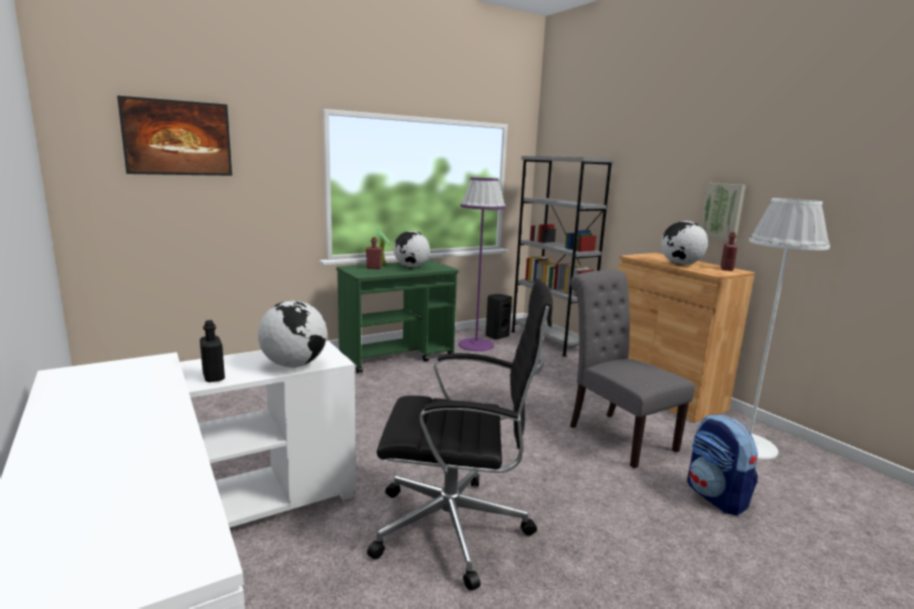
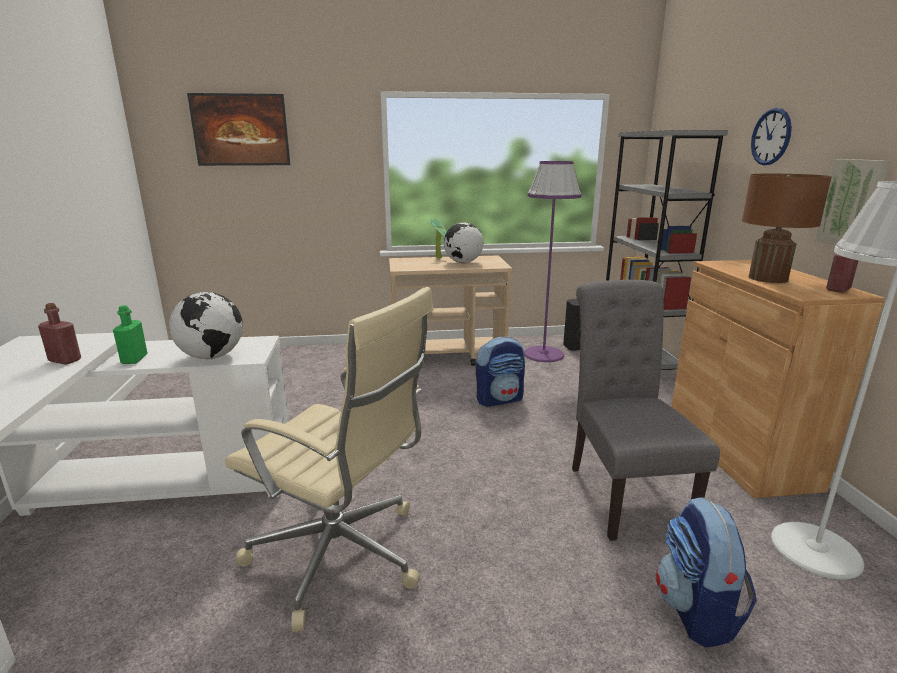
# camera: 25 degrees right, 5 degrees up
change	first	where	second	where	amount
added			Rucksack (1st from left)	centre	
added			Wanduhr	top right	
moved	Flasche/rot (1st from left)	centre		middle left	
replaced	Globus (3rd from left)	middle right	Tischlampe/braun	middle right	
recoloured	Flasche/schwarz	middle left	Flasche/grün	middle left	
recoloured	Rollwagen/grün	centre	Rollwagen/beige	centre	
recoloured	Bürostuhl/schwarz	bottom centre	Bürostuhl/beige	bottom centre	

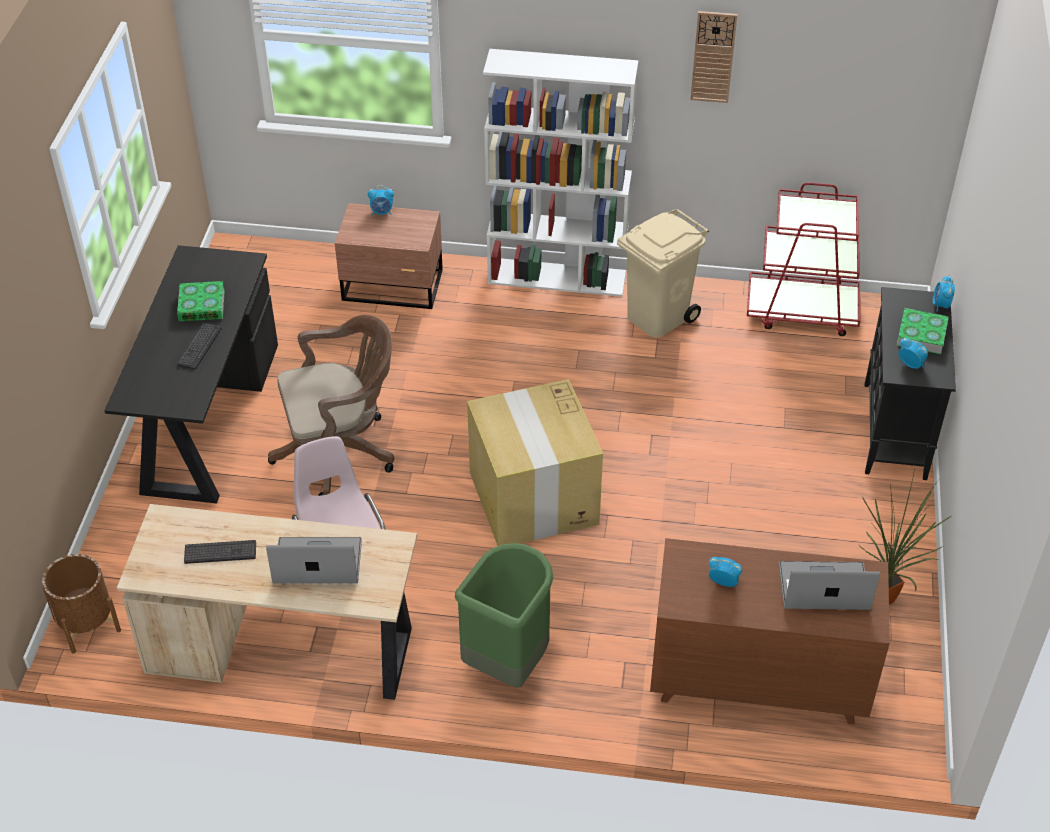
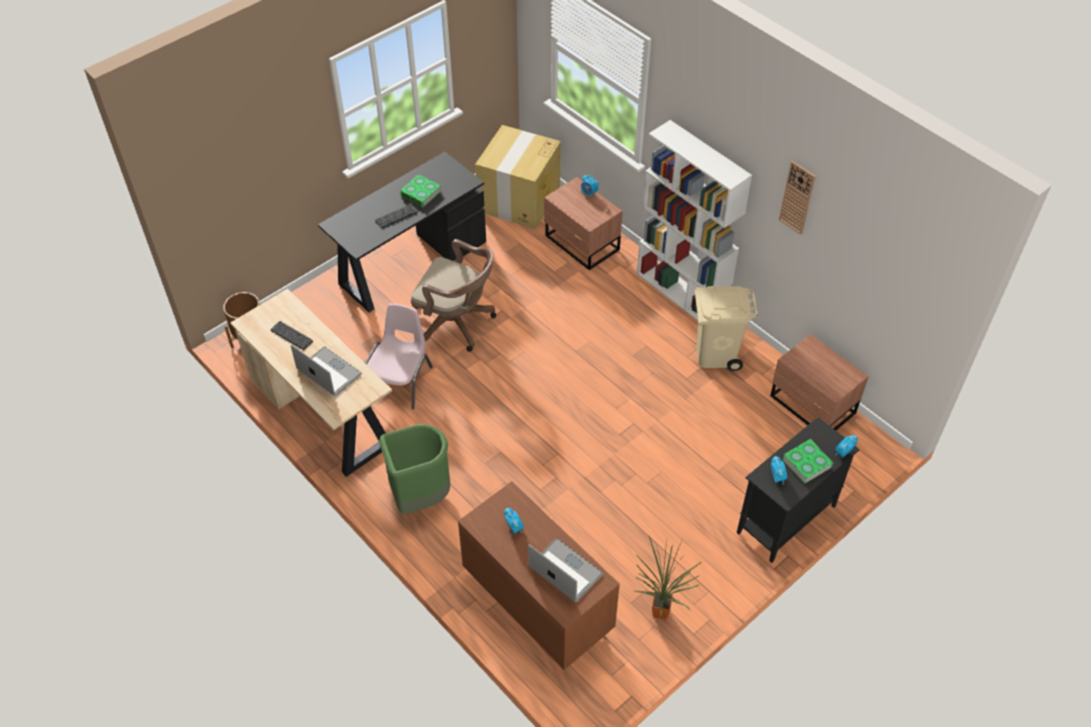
# camera: 40 degrees right, 5 degrees up
change	first	where	second	where	amount
moved	Karton	centre		top centre	
replaced	Rollwagen/rot	top right	Nachttisch/braun (2nd from left)	middle right	

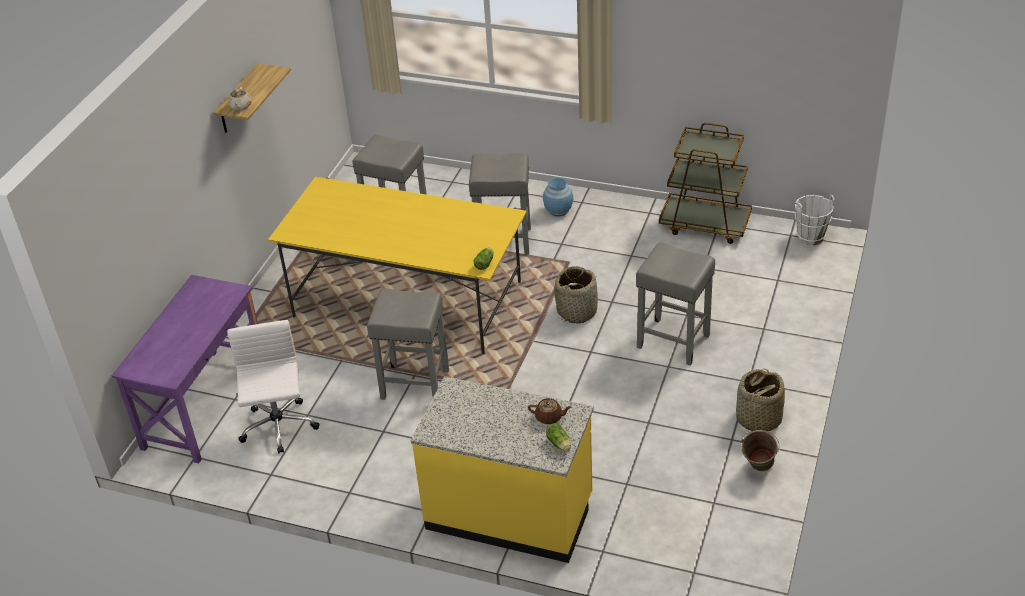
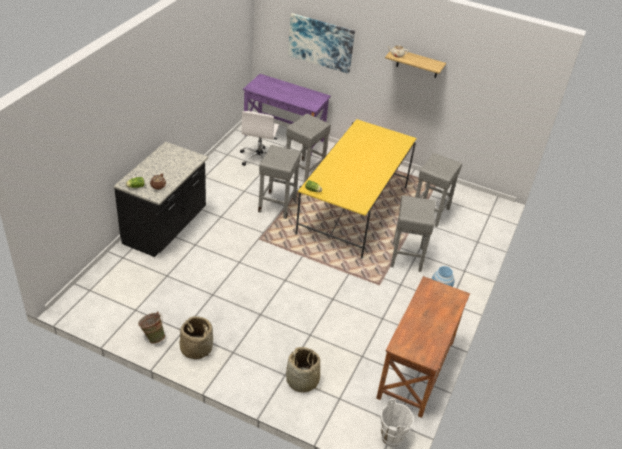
# camera: 90 degrees right, 0 degrees up
change	first	where	second	where	amount
added			Bild	top centre	
moved	Korb (1st from left in the first image)	centre	Korb (2nd from left)	bottom centre	
moved	Hocker/grau (4th from left in the first image)	centre	Hocker/grau (2nd from left)	top centre	
replaced	Rollwagen/braun	top right	Schreibtisch/braun	bottom right	
recoloured	Küchenzeile/gelb	bottom centre	Küchenzeile/schwarz	middle left	
turned	Bürostuhl/weiß	middle left		top centre	105 degrees clockwise

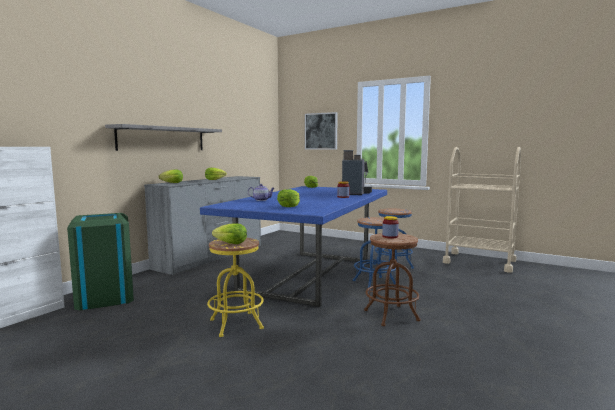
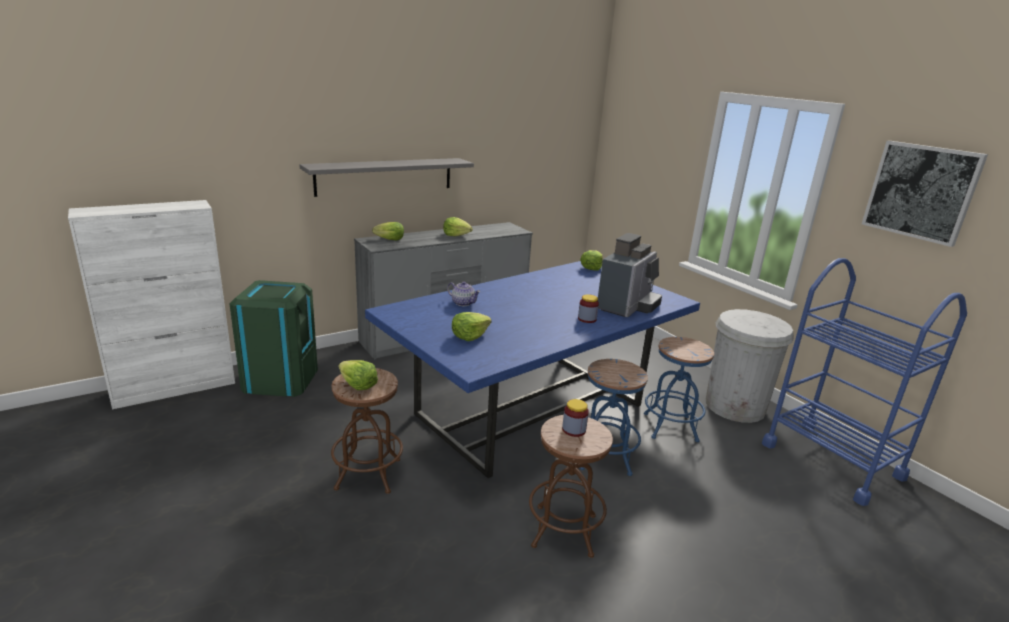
# camera: 25 degrees right, 15 degrees up
change	first	where	second	where	amount
added			Mülleimer/weiß	middle right	
moved	Bild	top centre		top right	
recoloured	Hocker/gelb	bottom centre	Hocker/braun (1st from left)	bottom centre	
recoloured	Rollwagen/beige	middle right	Rollwagen/blau	middle right	

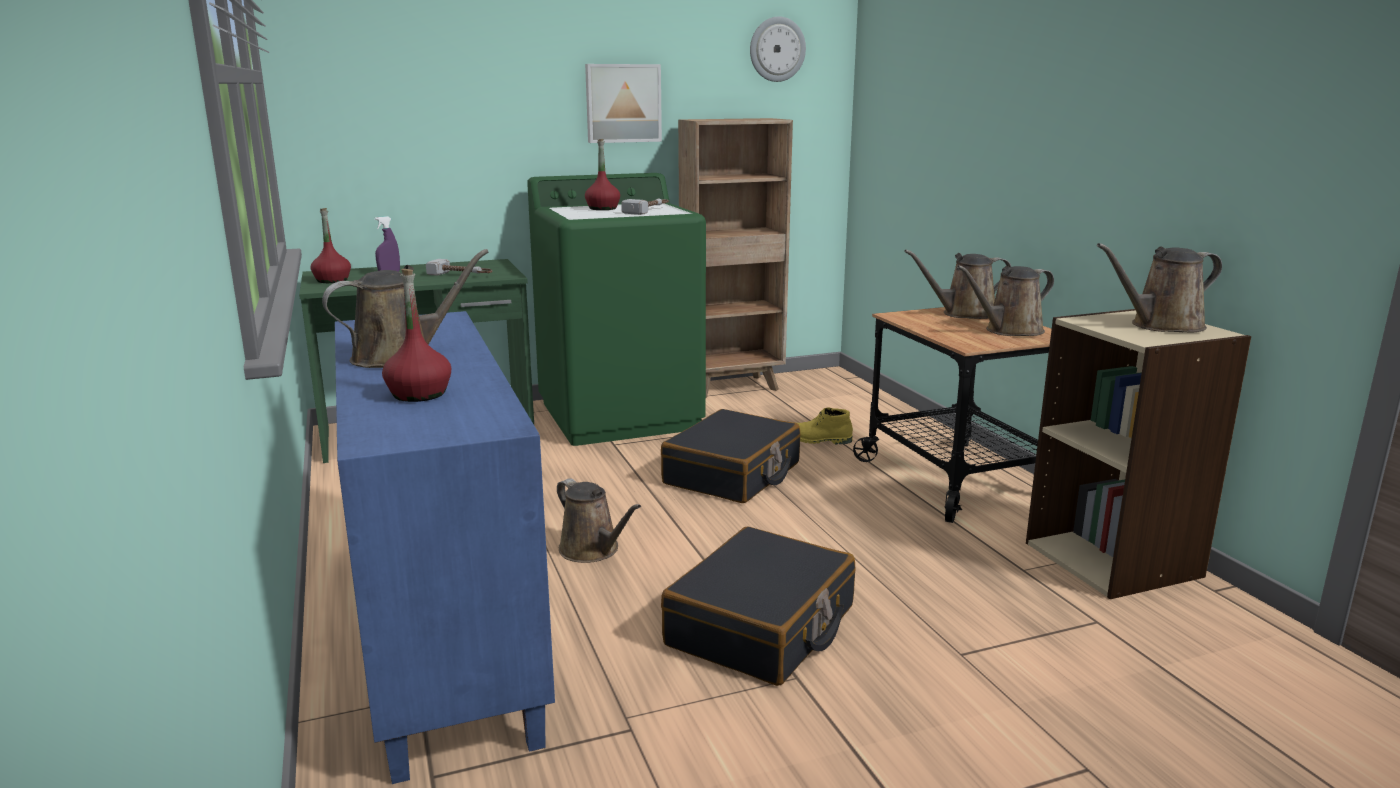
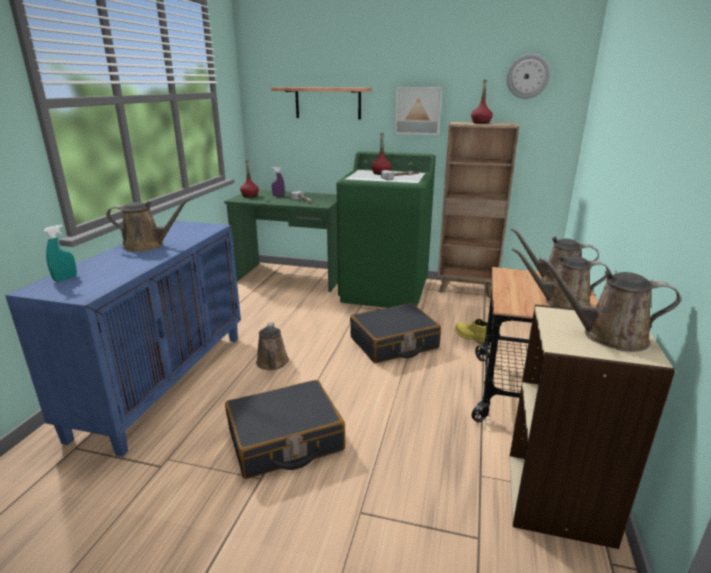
# camera: 35 degrees right, 5 degrees up
change	first	where	second	where	amount
added			Sprühflasche/türkis	middle left	
added			Wandregal	top centre	
moved	Flasche/rot (2nd from left in the first image)	middle left	Flasche/rot (3rd from left)	top right	

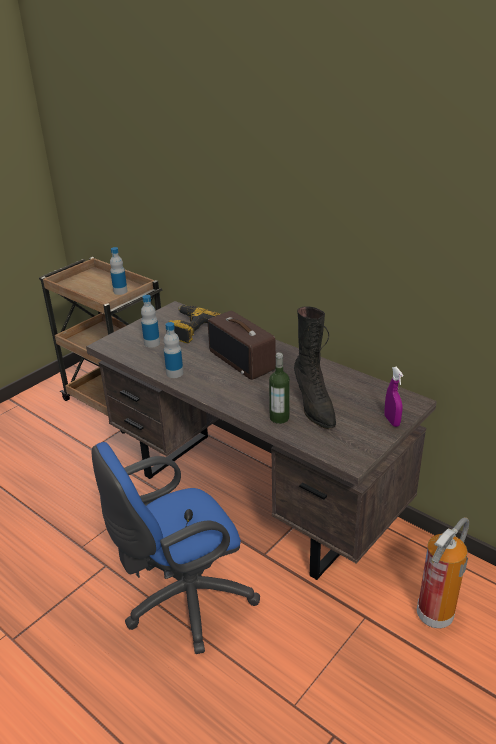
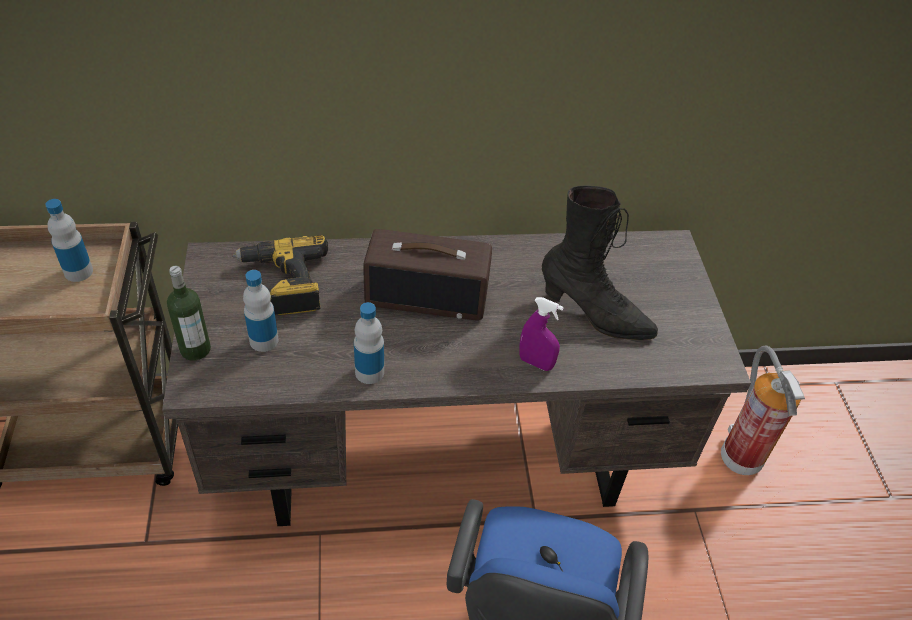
# camera: 50 degrees left, 15 degrees up
change	first	where	second	where	amount
moved	Flasche (4th from left in the first image)	centre	Flasche (2nd from left)	middle left	
moved	Sprühflasche/lila	middle right		centre	

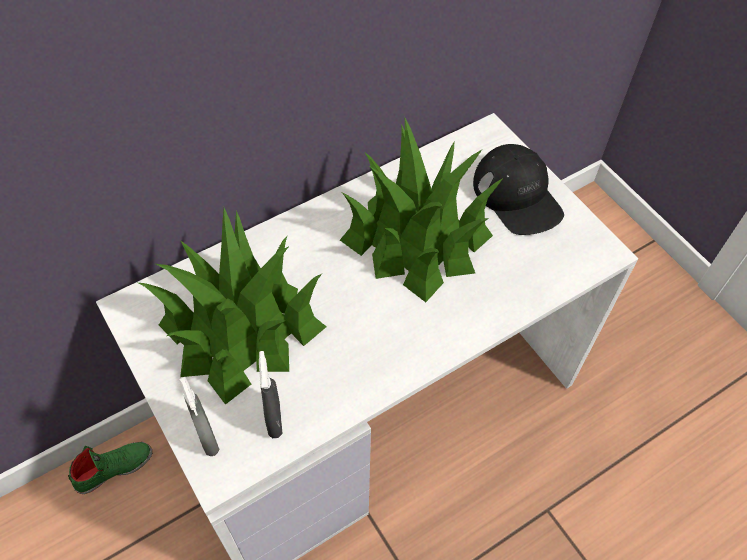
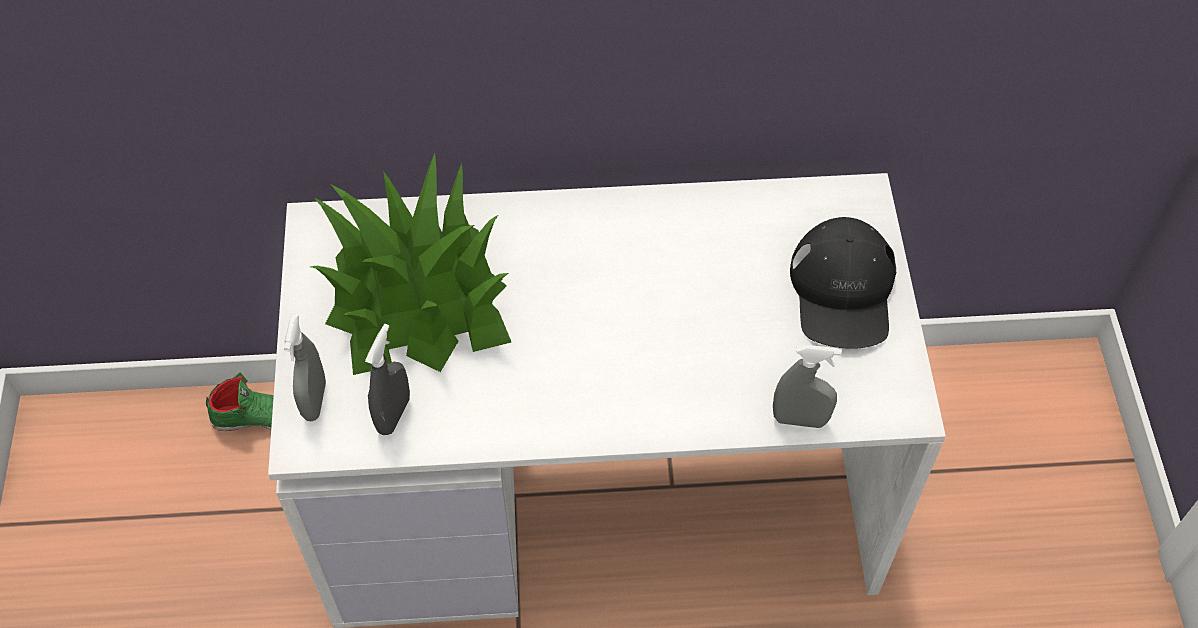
# camera: 30 degrees right, 0 degrees up
change	first	where	second	where	amount
removed	Topfpflanze (2nd from left)	centre			
added			Sprühflasche/grau (3rd from left)	middle right	

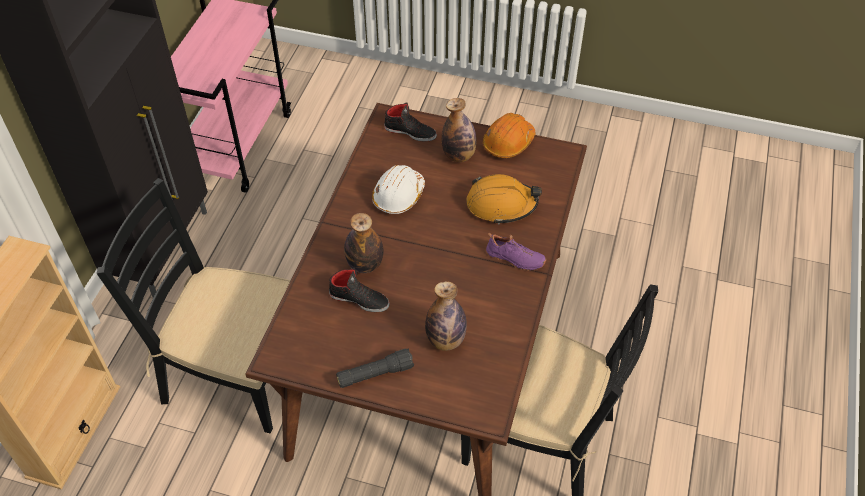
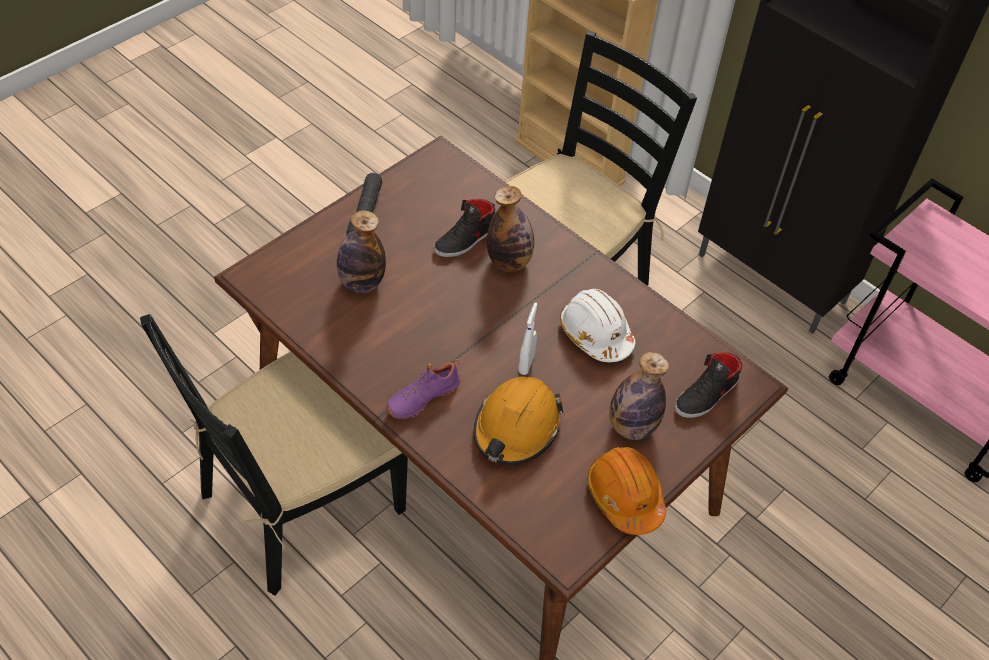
# camera: 115 degrees right, 0 degrees up
change	first	where	second	where	amount
added			Sprühflasche/weiß	centre	

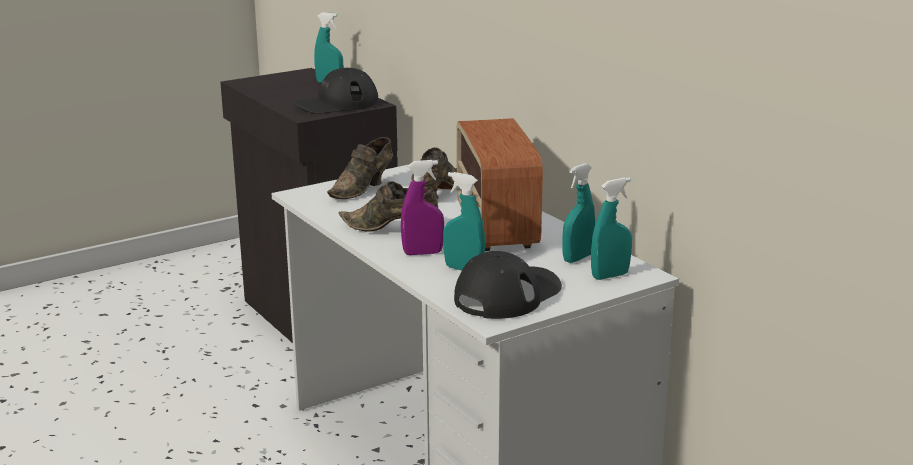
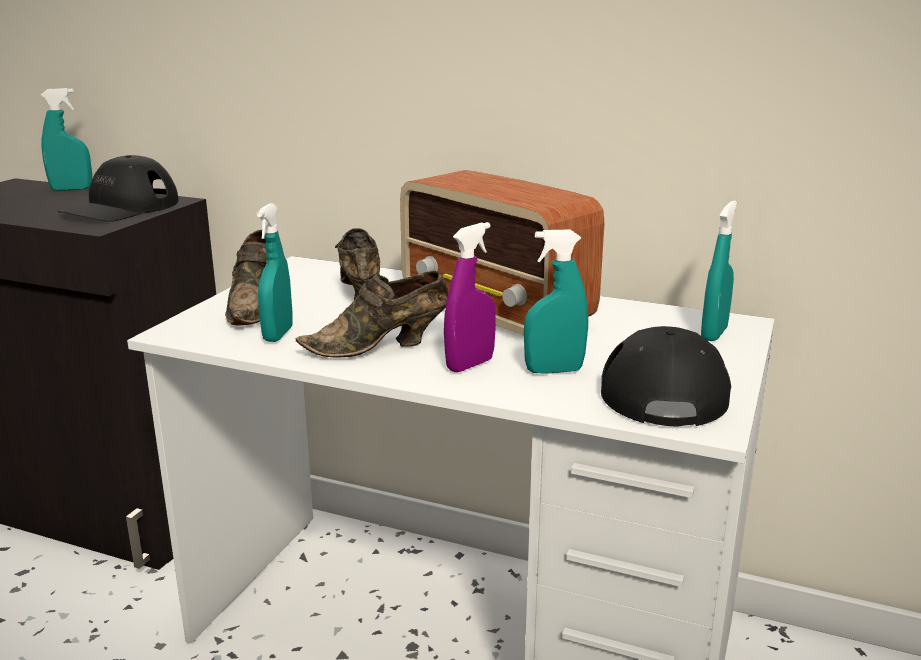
# camera: 35 degrees left, 0 degrees up
change	first	where	second	where	amount
moved	Sprühflasche/türkis (3rd from left in the first image)	centre	Sprühflasche/türkis (2nd from left)	middle left	

